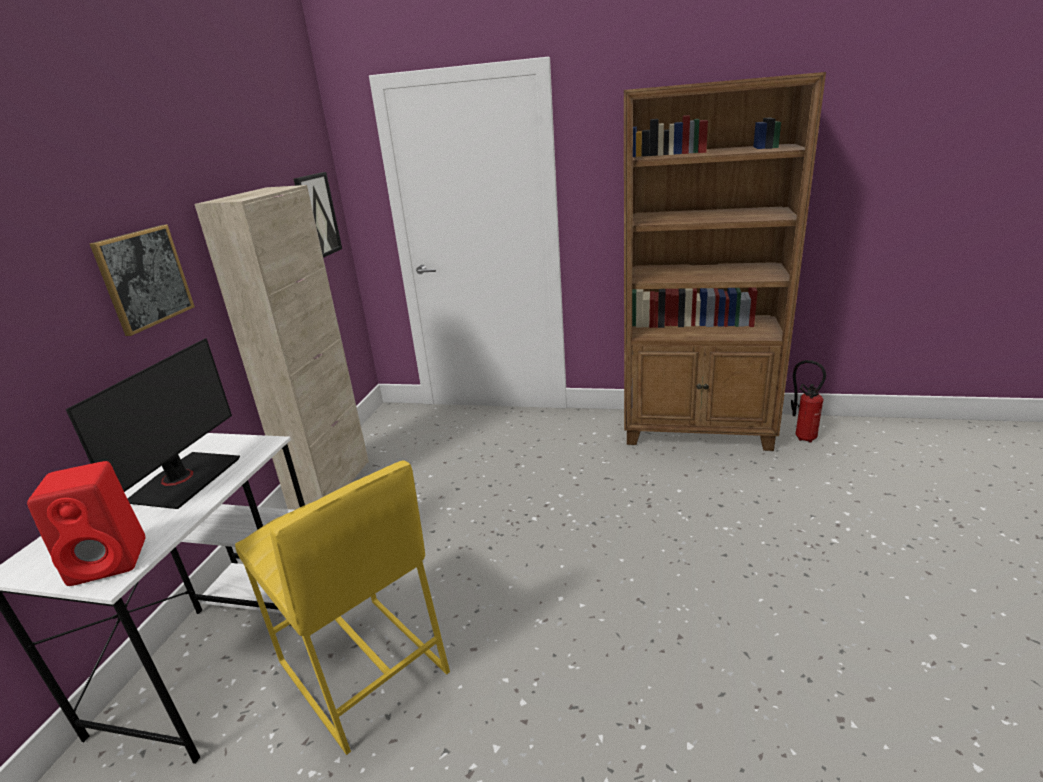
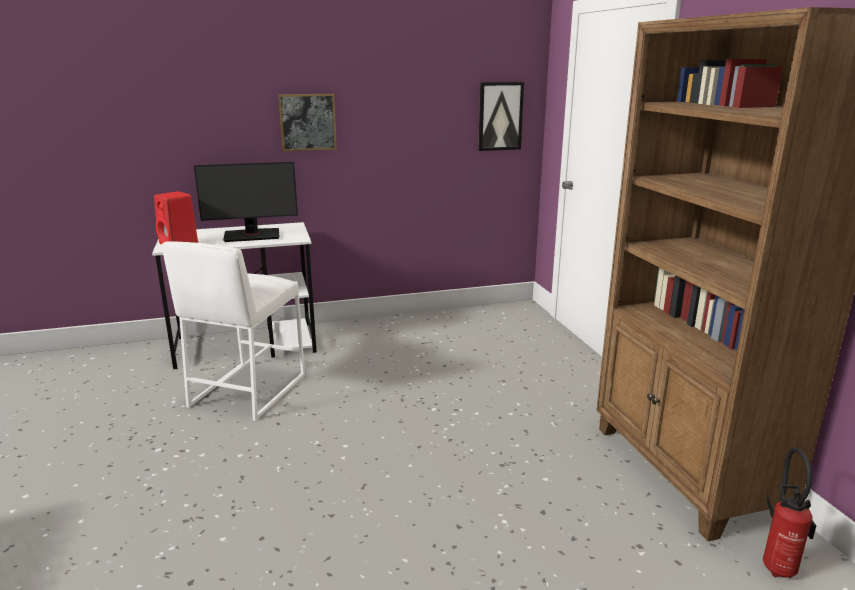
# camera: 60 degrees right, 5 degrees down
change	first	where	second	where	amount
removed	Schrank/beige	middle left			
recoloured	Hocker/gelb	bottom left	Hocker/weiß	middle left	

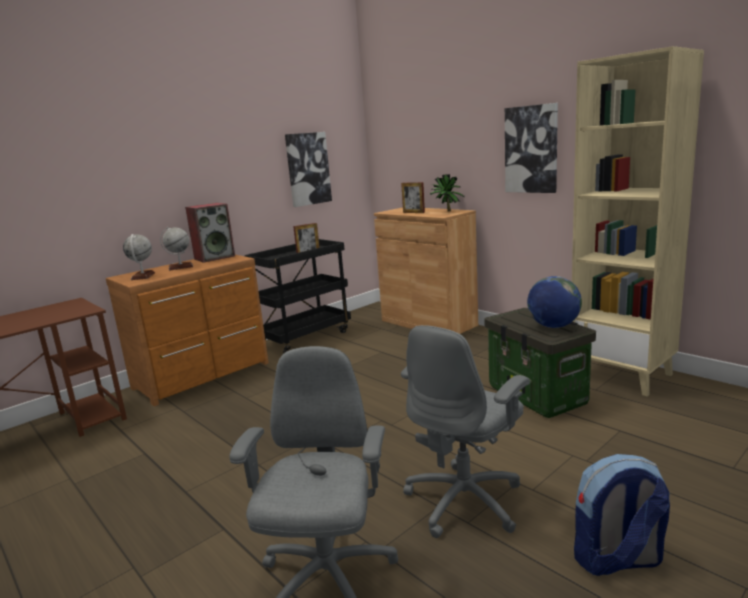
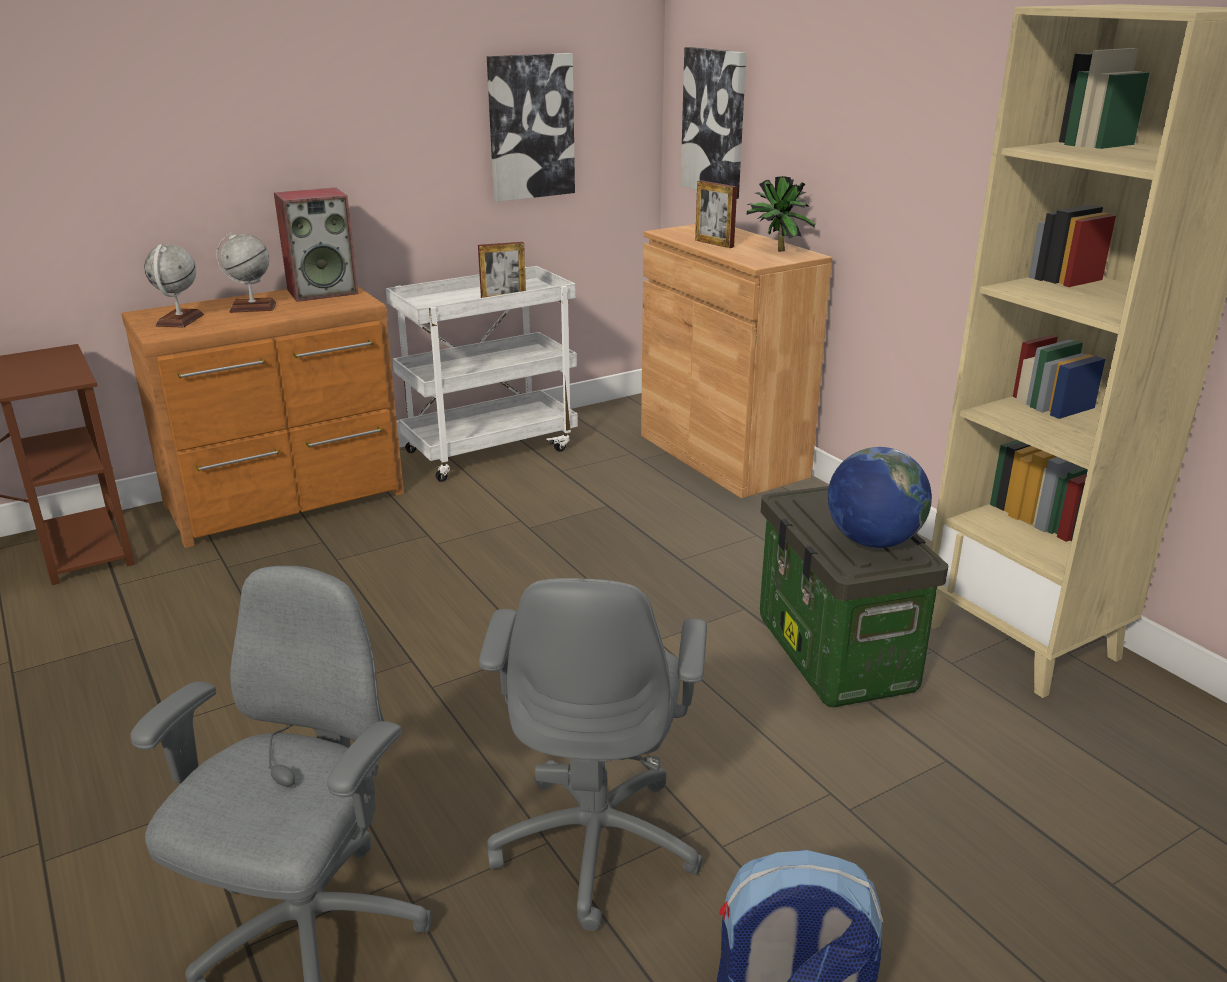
# camera: 10 degrees right, 10 degrees up
change	first	where	second	where	amount
moved	Bild (2nd from left)	top right		top centre	
recoloured	Rollwagen/schwarz	centre	Rollwagen/weiß	centre	
turned	Bürostuhl/grau (2nd from left)	bottom centre		bottom centre	45 degrees counterclockwise

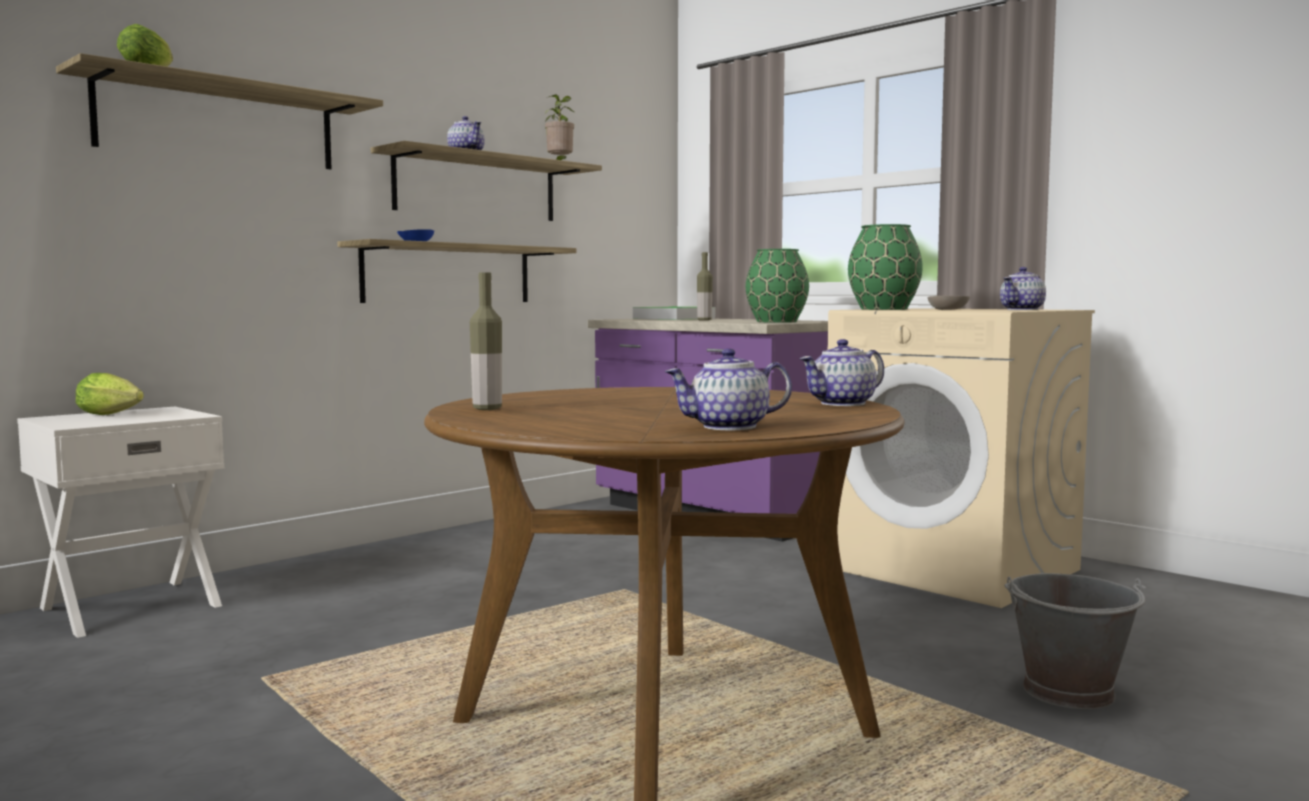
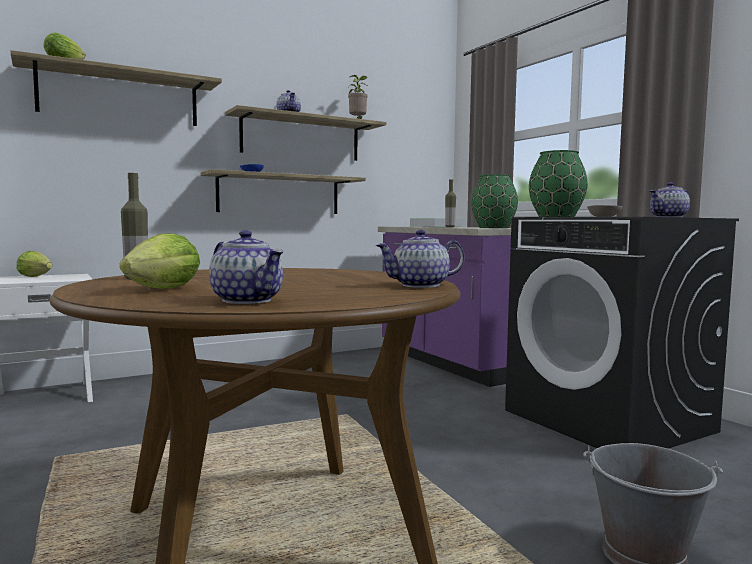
# camera: 15 degrees right, 0 degrees up
change	first	where	second	where	amount
added			Salatkopf (3rd from left)	middle left	
recoloured	Waschmaschine/beige	middle right	Waschmaschine/schwarz	middle right	
turned	Teekanne (2nd from left in the first image)	centre	Teekanne (1st from left)	middle left	135 degrees counterclockwise

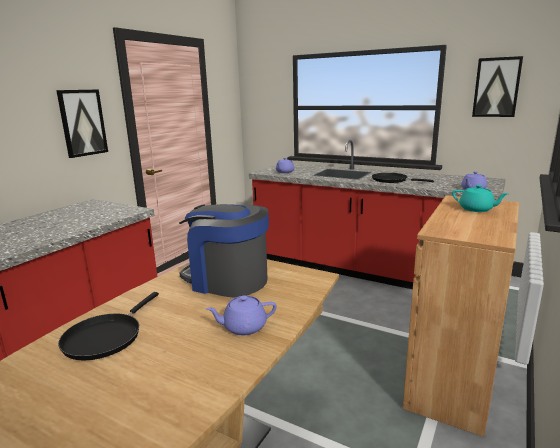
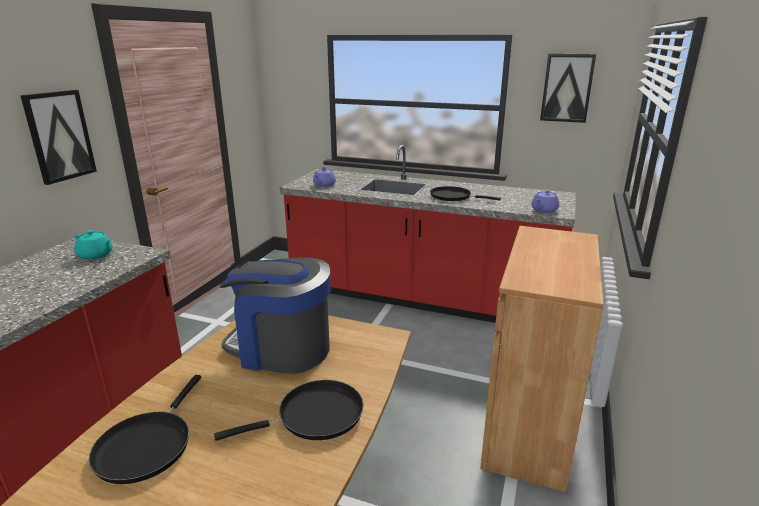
# camera: 10 degrees left, 5 degrees up
change	first	where	second	where	amount
moved	Teekanne/türkis	middle right		middle left	
replaced	Teekanne/lila (1st from left)	bottom centre	Pfanne/schwarz (2nd from left)	bottom centre	

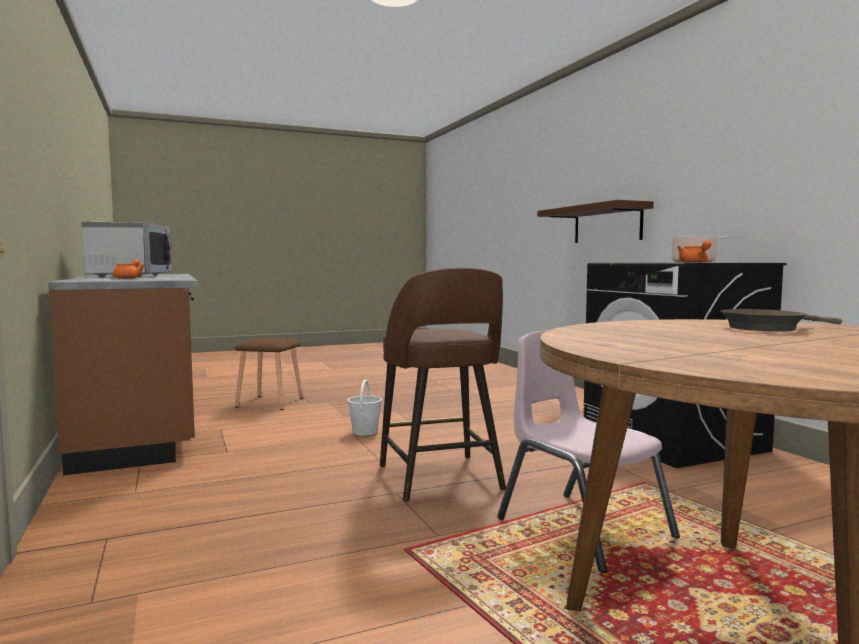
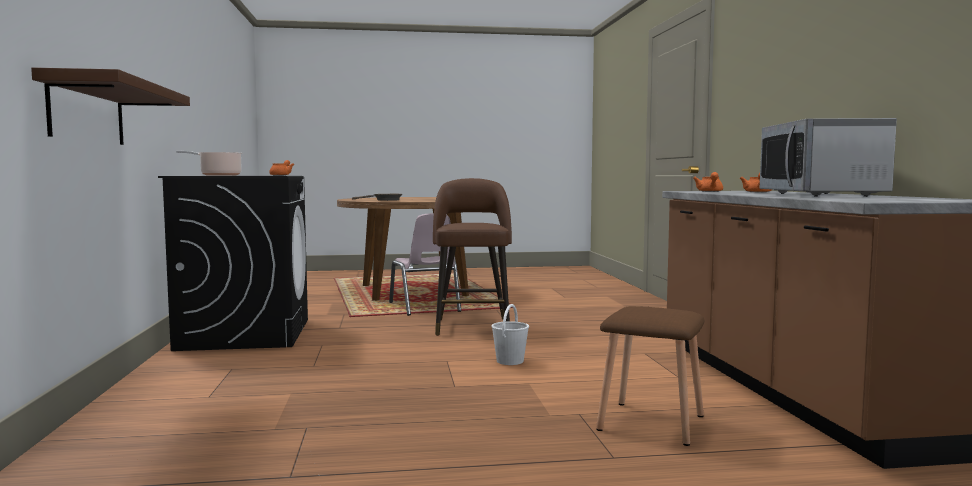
# camera: 165 degrees left, 0 degrees up
change	first	where	second	where	amount
added			Teekanne/orange (2nd from left)	middle right	

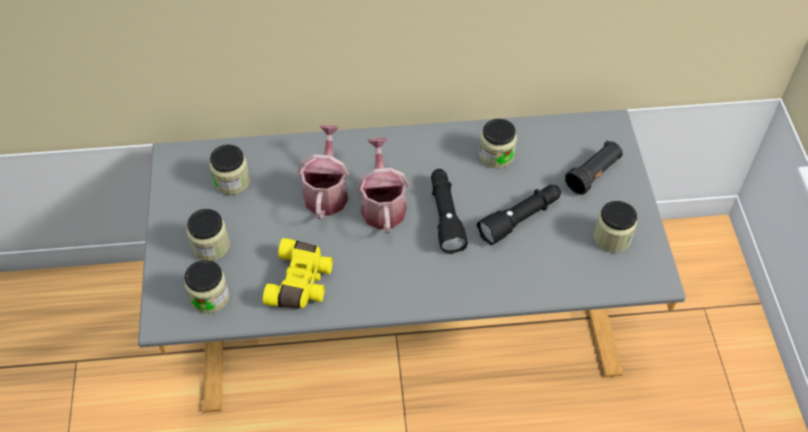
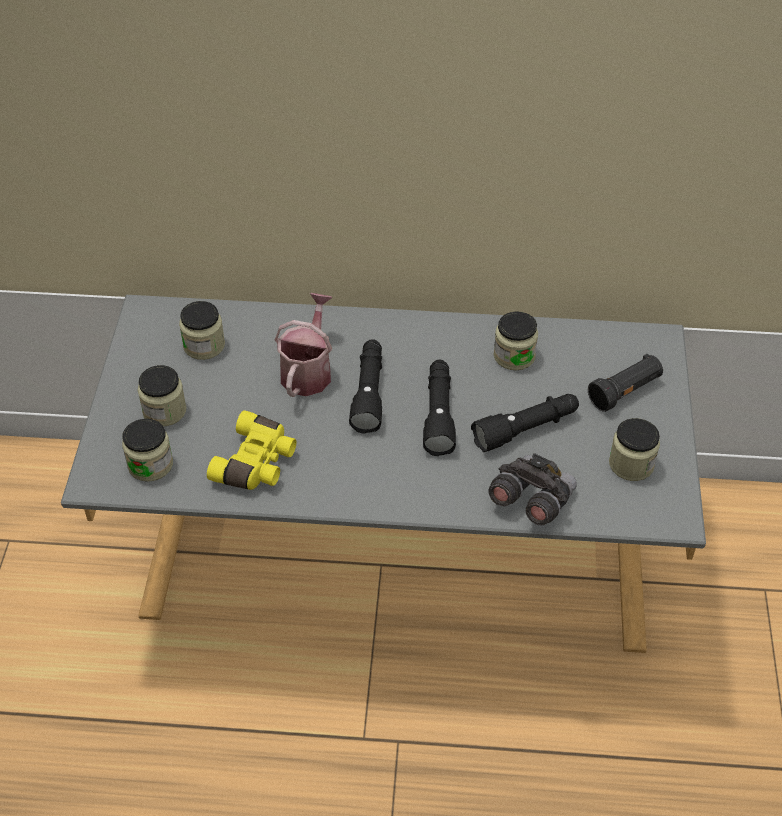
# camera: 10 degrees right, 5 degrees down
change	first	where	second	where	amount
added			Fernglas/grau	middle right	
replaced	Gießkanne (2nd from left)	centre	Taschenlampe/schwarz (1st from left)	centre	

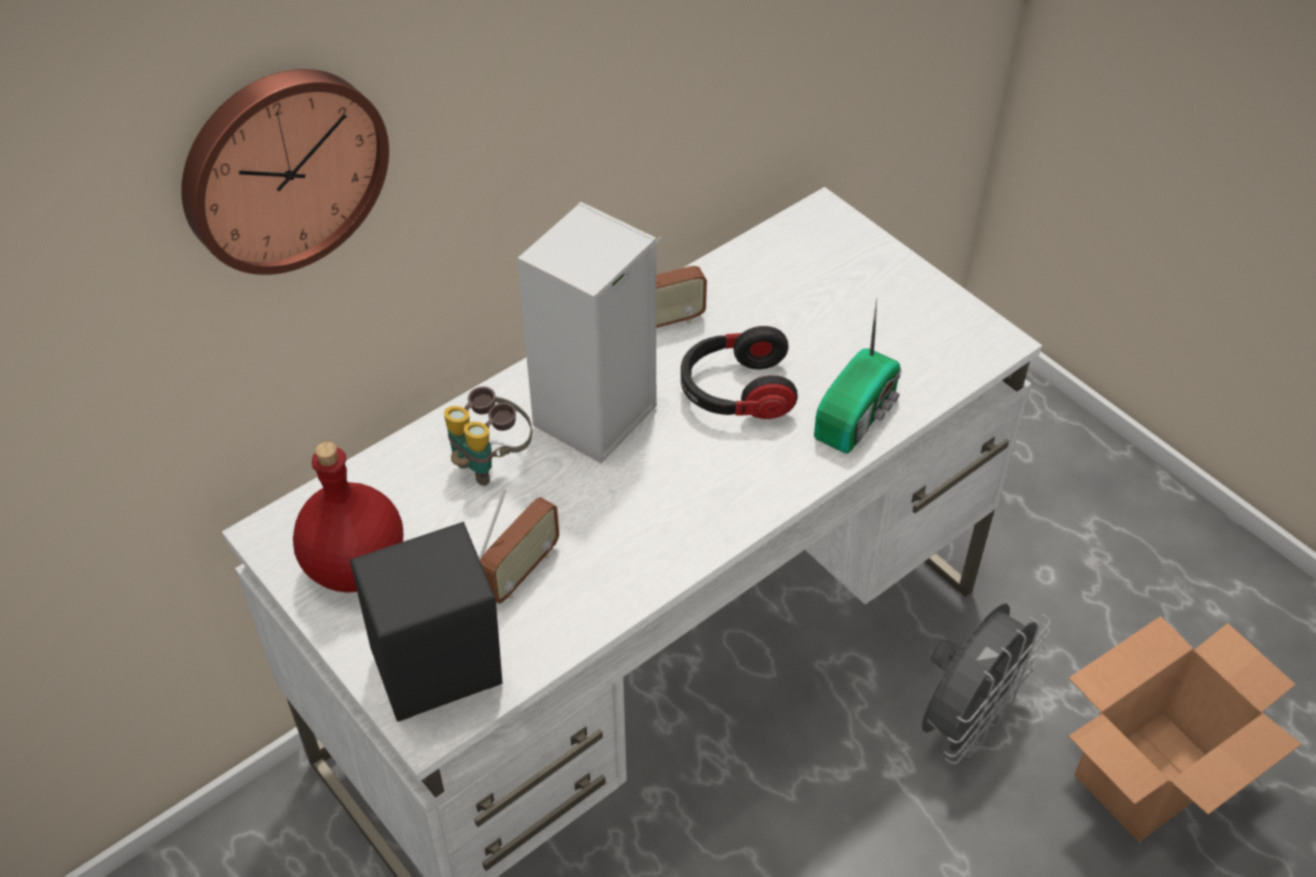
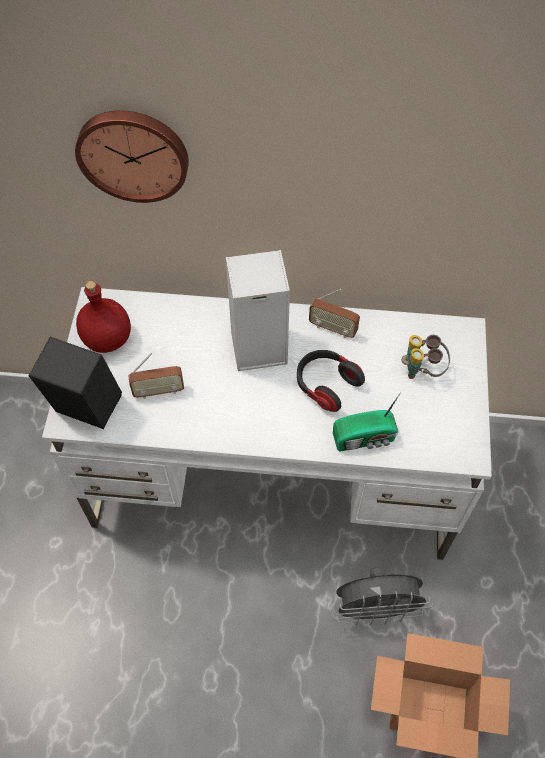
# camera: 45 degrees right, 10 degrees up
change	first	where	second	where	amount
moved	Fernglas	centre		middle right	

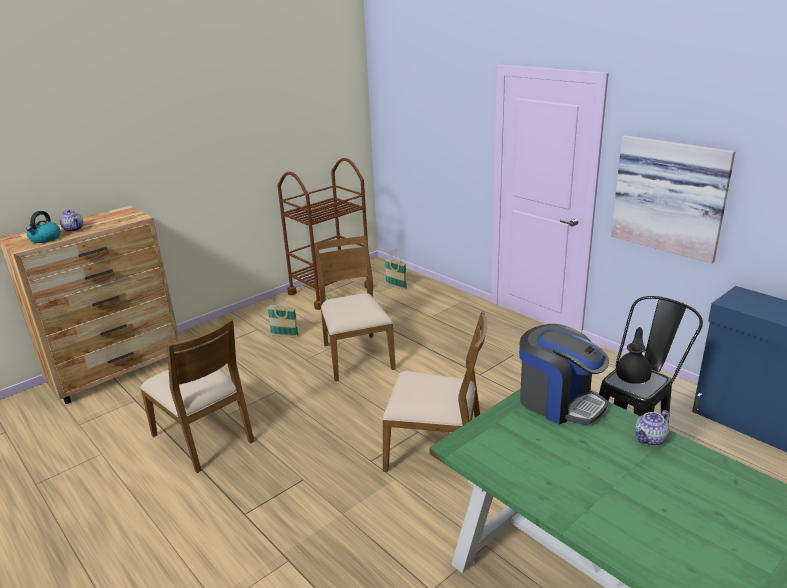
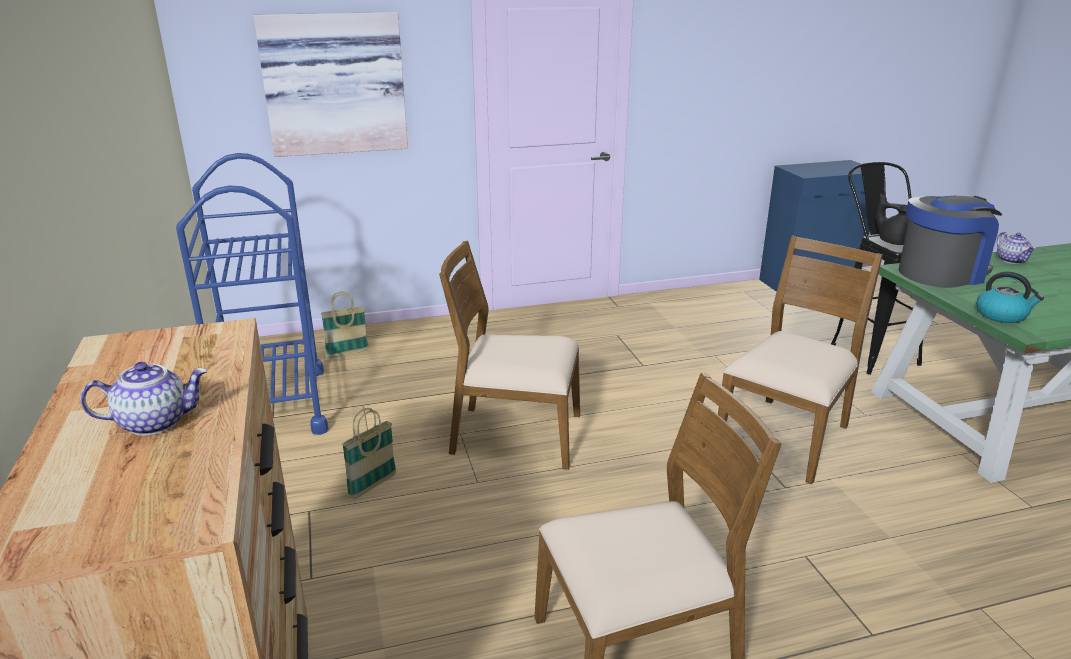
# camera: 65 degrees left, 0 degrees up
change	first	where	second	where	amount
moved	Wasserkessel	middle left		middle right	
moved	Bild	middle right		top left	
recoloured	Rollwagen/braun	centre	Rollwagen/blau	middle left	

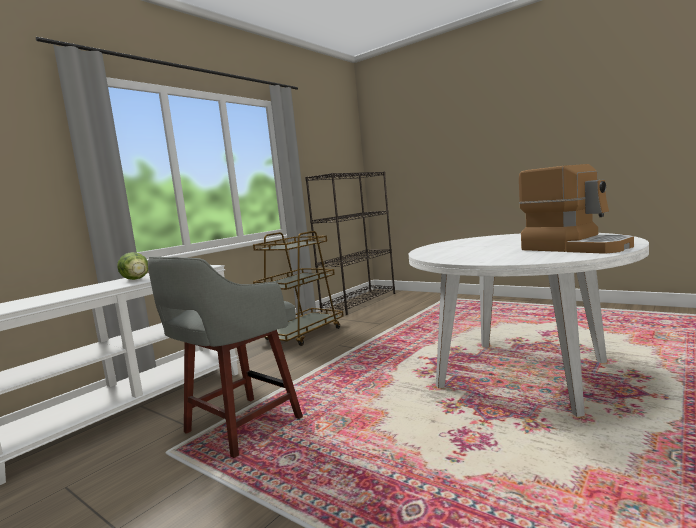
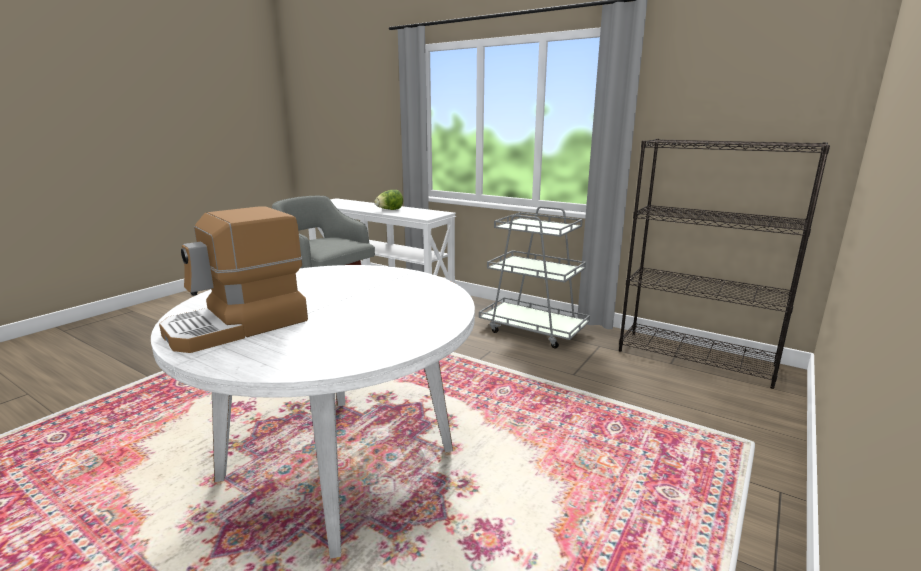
# camera: 85 degrees right, 10 degrees up
change	first	where	second	where	amount
recoloured	Rollwagen/braun	centre	Rollwagen/grau	centre	

